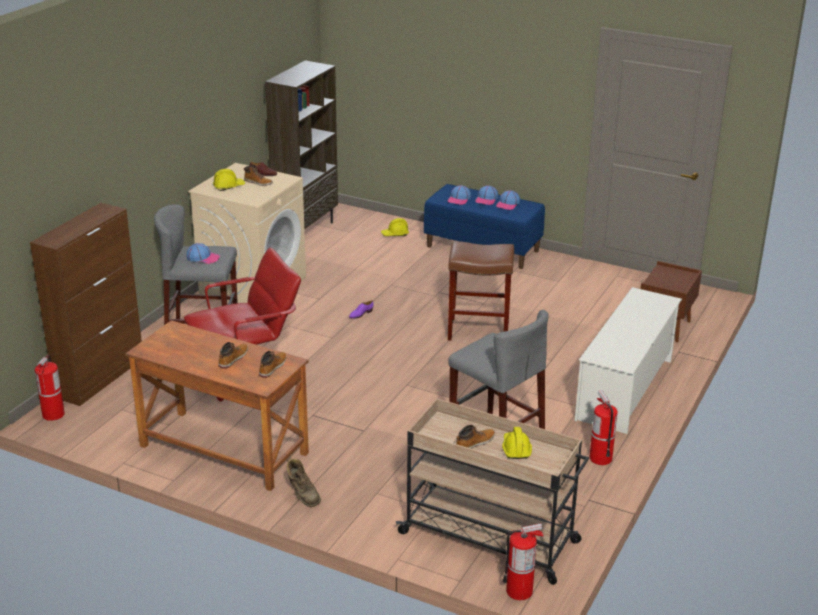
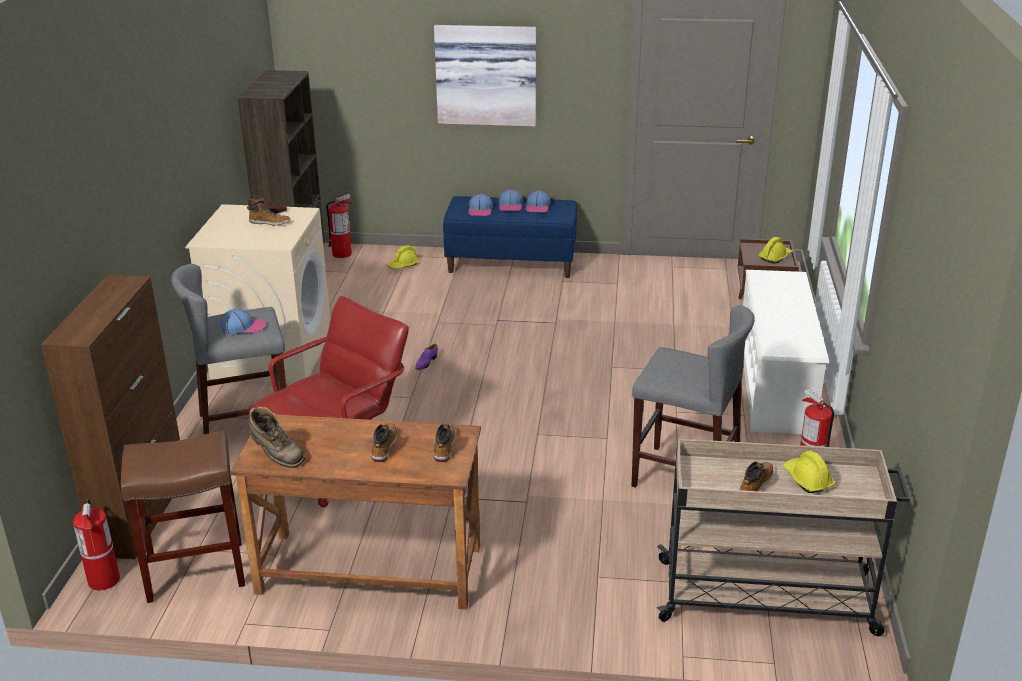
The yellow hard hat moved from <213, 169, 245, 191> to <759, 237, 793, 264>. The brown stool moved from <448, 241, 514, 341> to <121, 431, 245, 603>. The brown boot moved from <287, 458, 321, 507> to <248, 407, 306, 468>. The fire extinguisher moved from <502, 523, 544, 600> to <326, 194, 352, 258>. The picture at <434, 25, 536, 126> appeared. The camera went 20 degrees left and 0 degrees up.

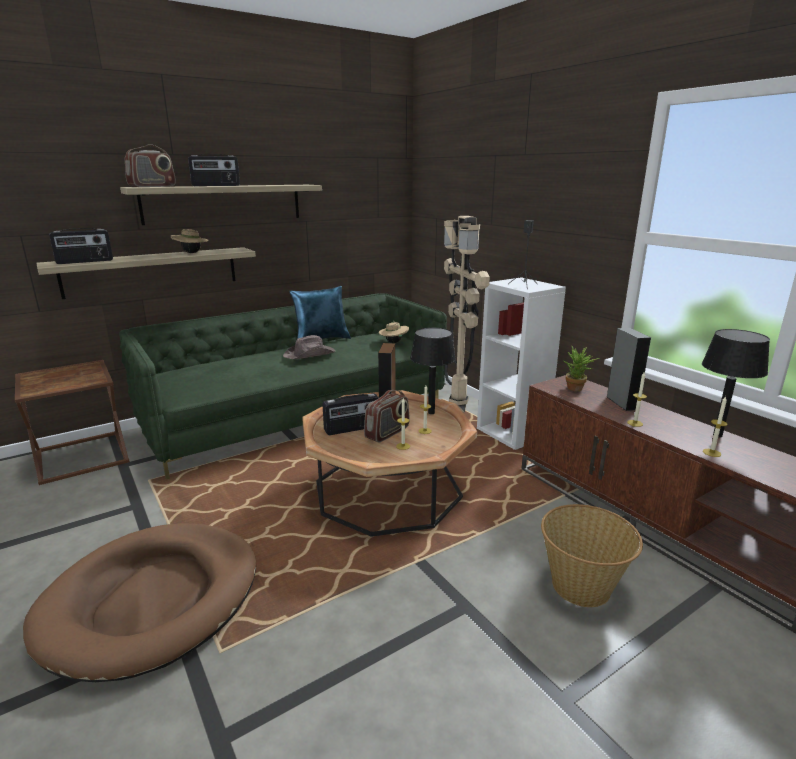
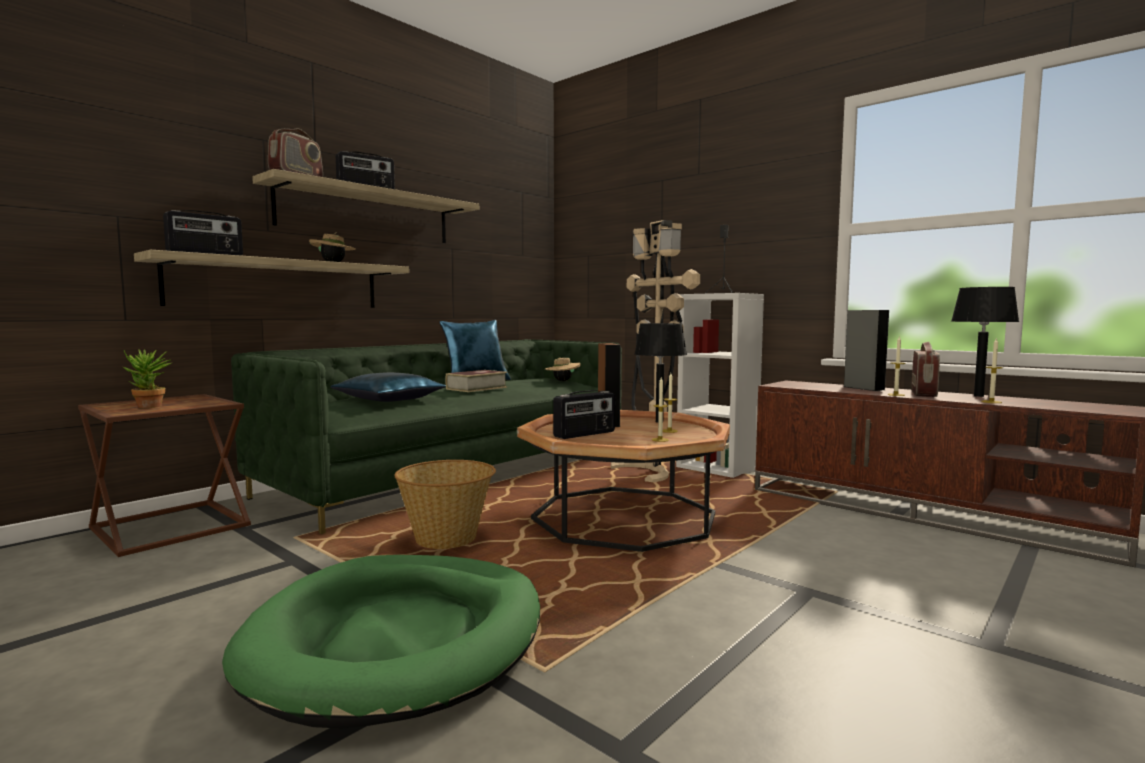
The brown hat at <283, 335, 335, 359> was replaced by the book at <445, 370, 507, 392>. The potted plant moved from <564, 346, 600, 391> to <123, 349, 173, 408>. The radio moved from <364, 390, 409, 443> to <911, 342, 940, 397>. The basket moved from <541, 504, 643, 607> to <394, 460, 496, 549>. The brown dog bed at <23, 523, 256, 682> became the green dog bed at <222, 555, 540, 729>. The blue pillow at <330, 372, 446, 402> appeared. The camera went 15 degrees left and 15 degrees down.

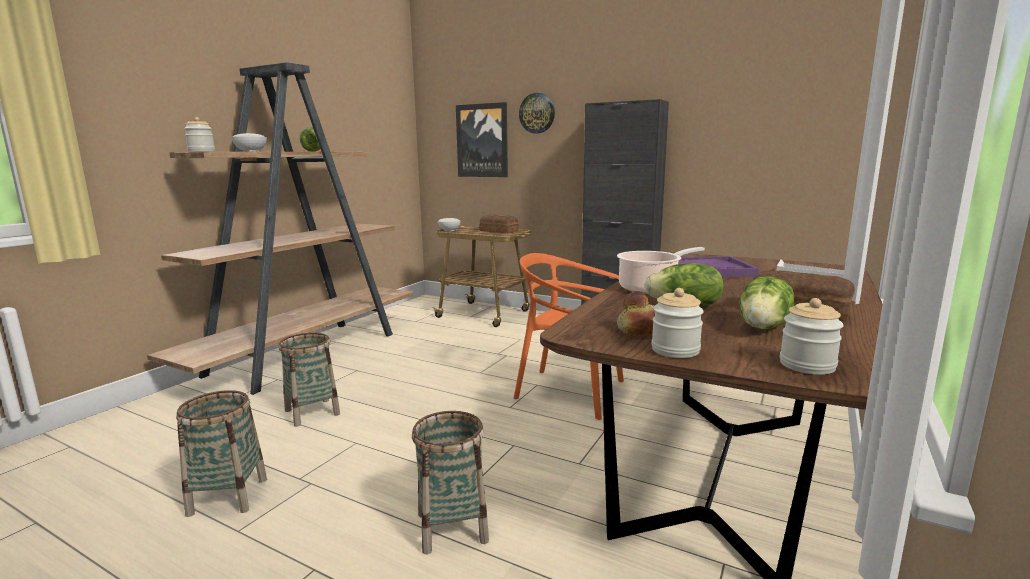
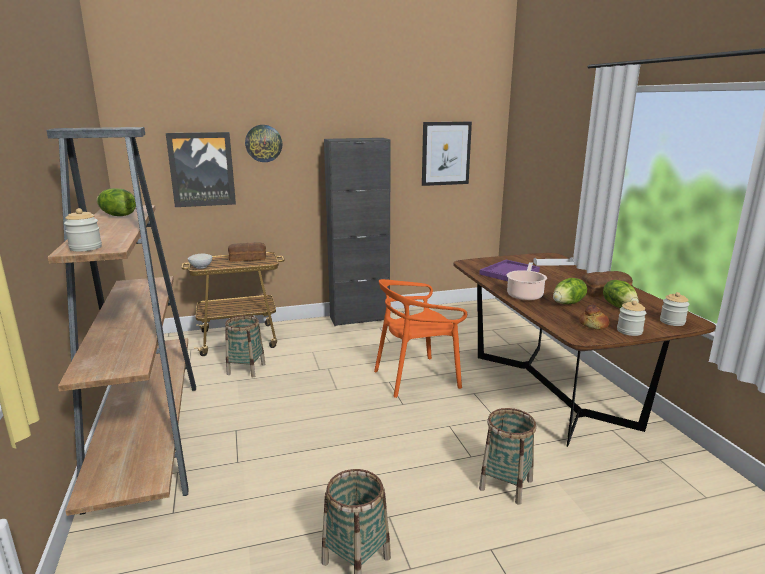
The white bowl at <231, 133, 267, 152> disappeared. The basket moved from <278, 333, 340, 427> to <225, 315, 266, 377>. The picture at <422, 122, 472, 186> appeared. The camera went 45 degrees left and 5 degrees up.

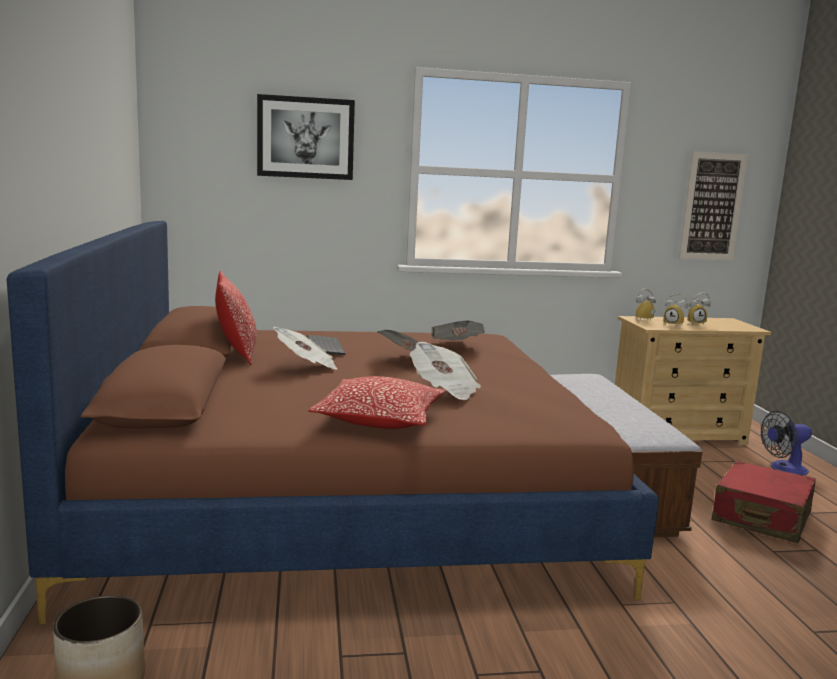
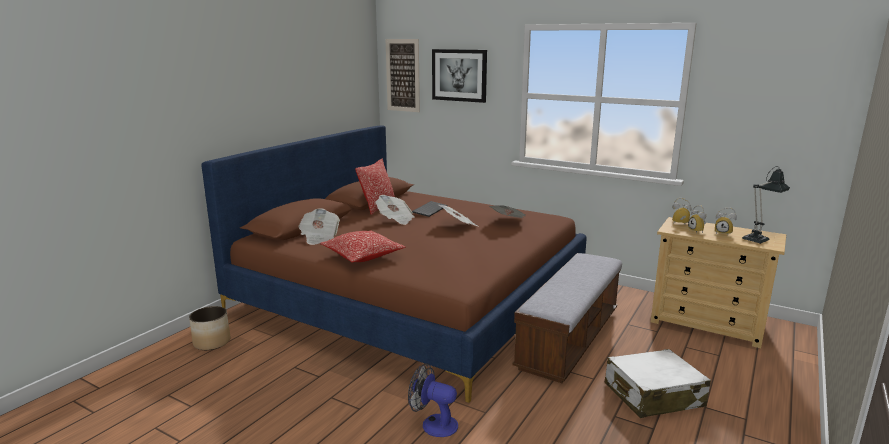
The picture moved from <679, 152, 748, 260> to <385, 39, 420, 112>. The newspaper moved from <410, 342, 481, 400> to <298, 208, 340, 245>. The fan moved from <761, 411, 812, 475> to <408, 363, 458, 437>. The red suitcase at <712, 461, 816, 543> became the white suitcase at <605, 349, 711, 418>. The table lamp at <742, 166, 790, 244> appeared. The camera went 40 degrees right and 5 degrees up.

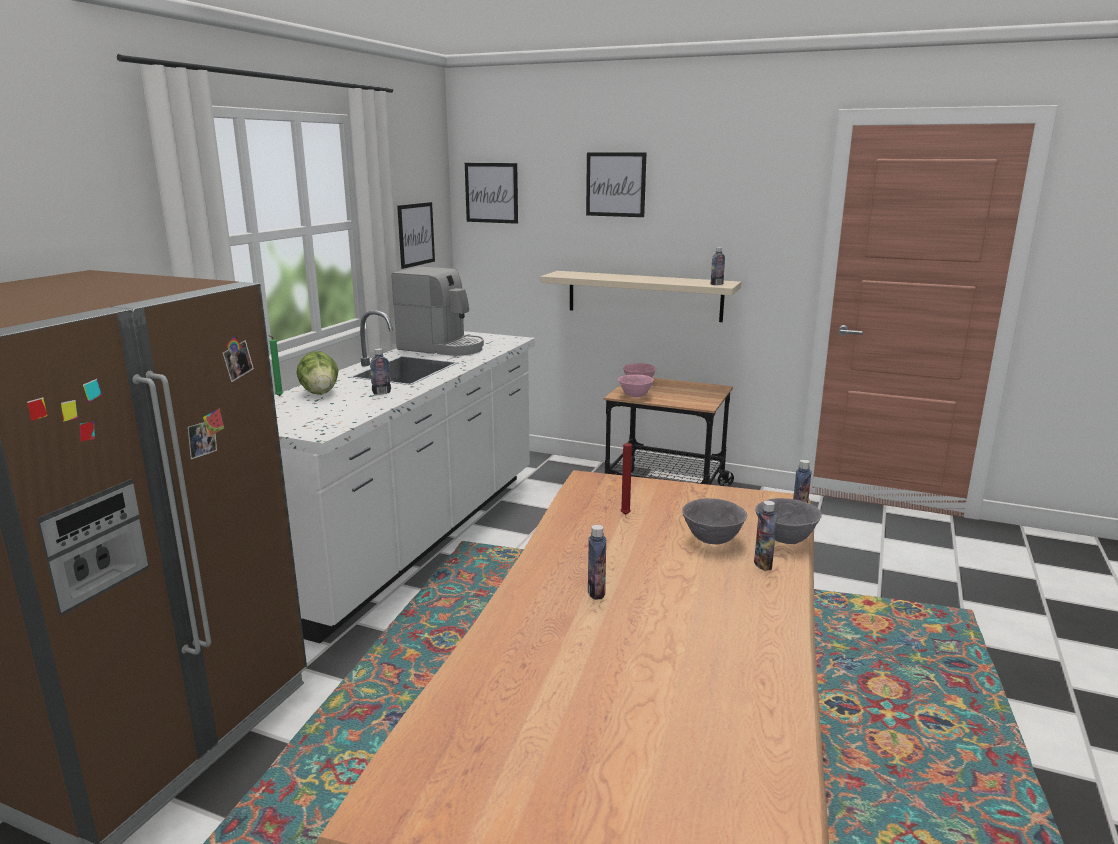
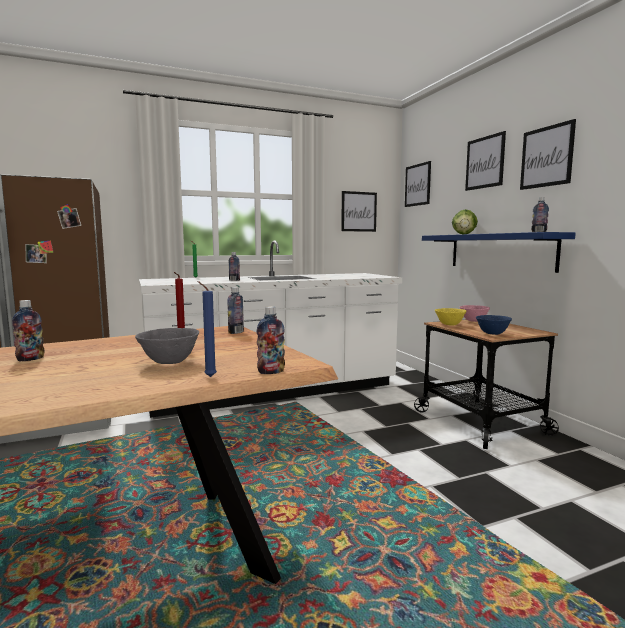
The coffee machine at <392, 267, 484, 356> disappeared. The beige shelf at <540, 271, 741, 322> became the blue shelf at <422, 232, 576, 273>. The lettuce moved from <296, 351, 339, 395> to <452, 209, 478, 234>. The pink bowl at <618, 375, 654, 397> became the yellow bowl at <435, 308, 466, 326>. The grey bowl at <755, 498, 822, 544> was replaced by the blue candle at <198, 281, 217, 377>. The bottle moved from <754, 500, 777, 571> to <227, 287, 244, 334>. The picture at <520, 119, 576, 190> appeared. The blue bowl at <476, 315, 512, 335> appeared. The camera went 45 degrees right and 10 degrees down.

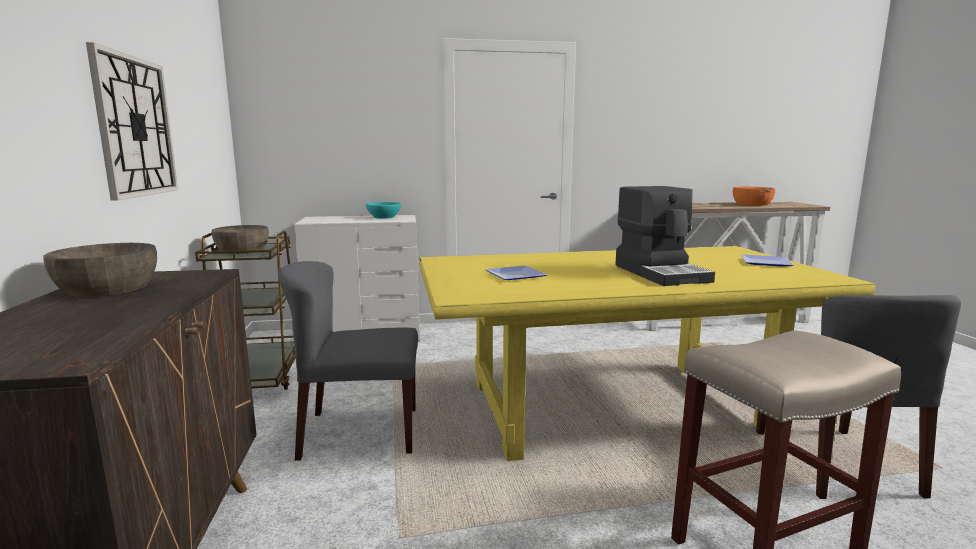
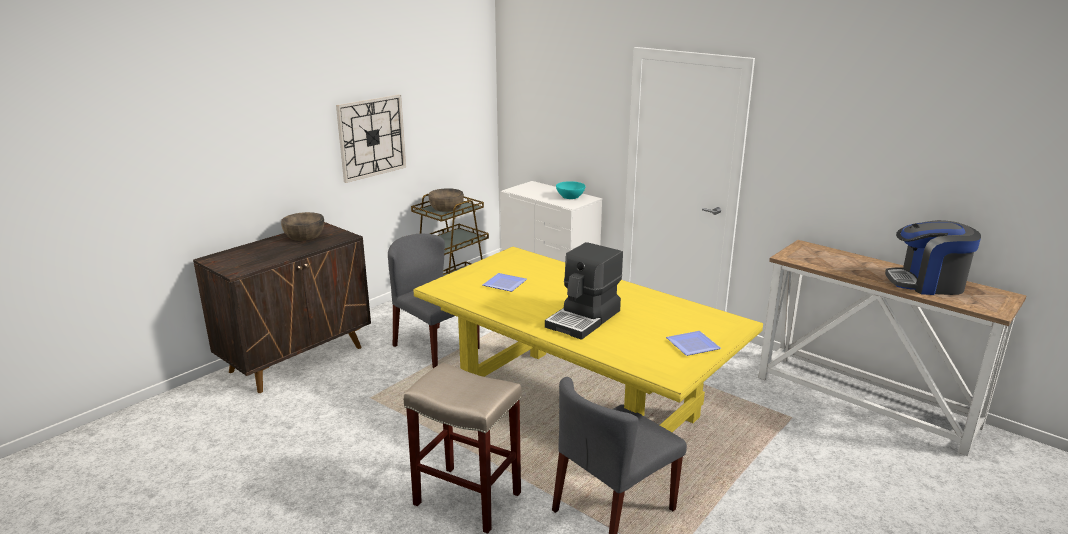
The orange bowl at <733, 187, 775, 206> was replaced by the coffee machine at <885, 220, 981, 295>. The camera went 50 degrees right and 10 degrees up.

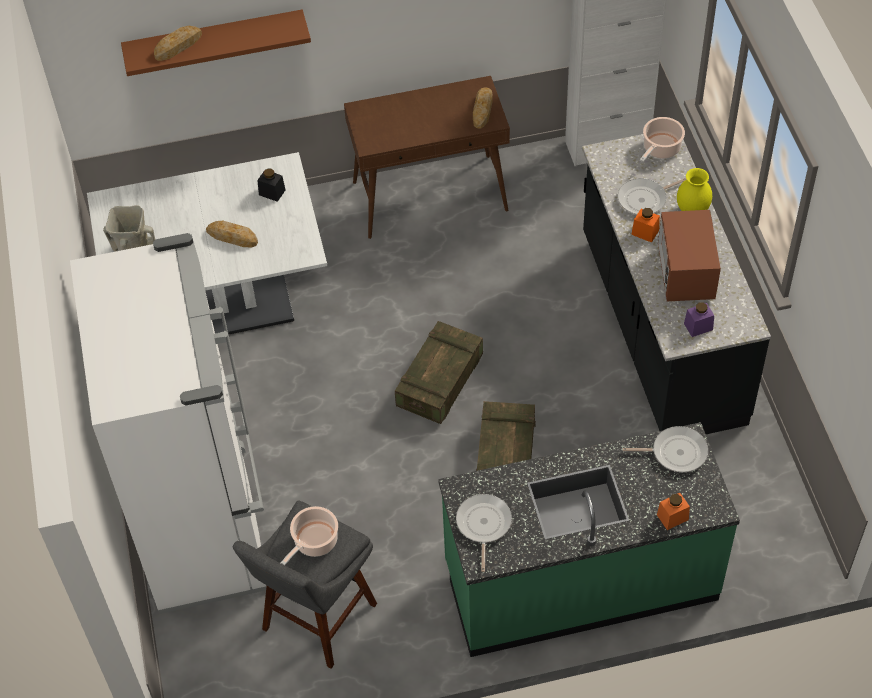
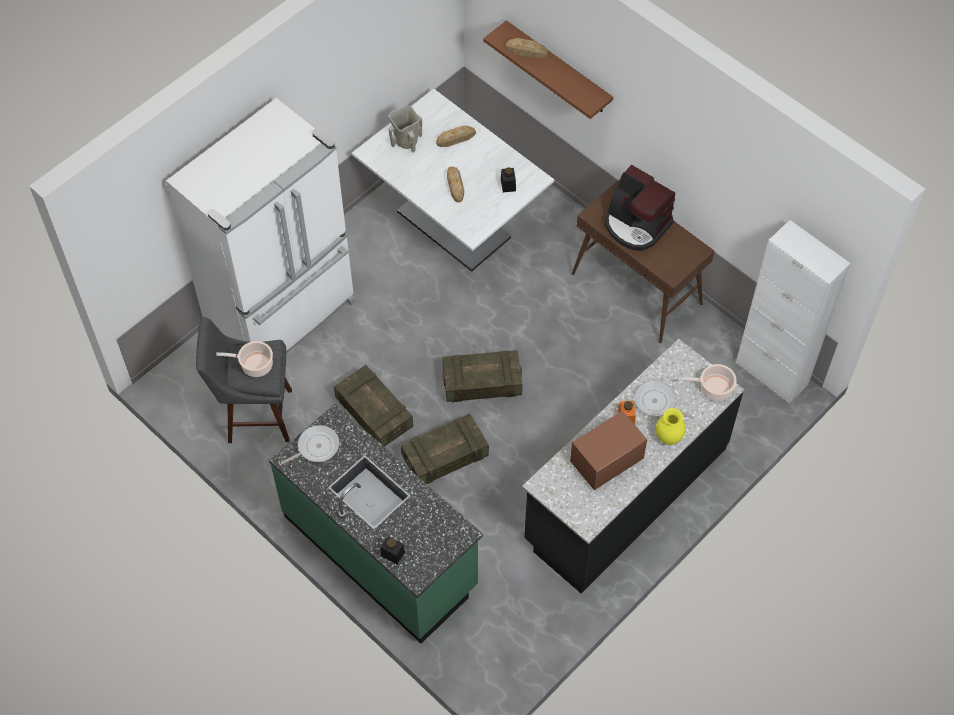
The bread moved from <473, 87, 493, 129> to <436, 126, 476, 147>. The purple jar at <684, 302, 714, 337> disappeared. The frying pan at <623, 426, 708, 472> disappeared. The orange jar at <657, 493, 690, 530> became the black jar at <381, 536, 405, 564>. The coffee machine at <605, 165, 675, 251> appeared. The crate at <334, 365, 413, 447> appeared. The camera went 55 degrees right and 5 degrees up.

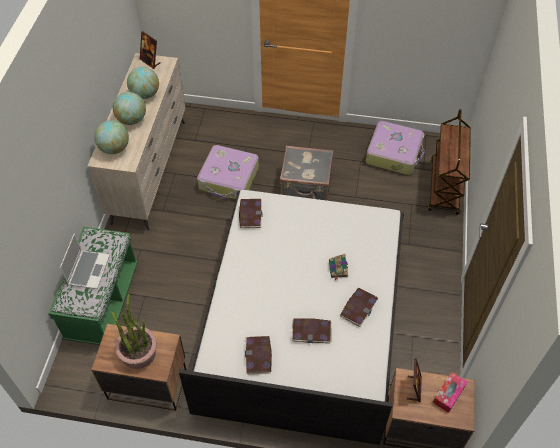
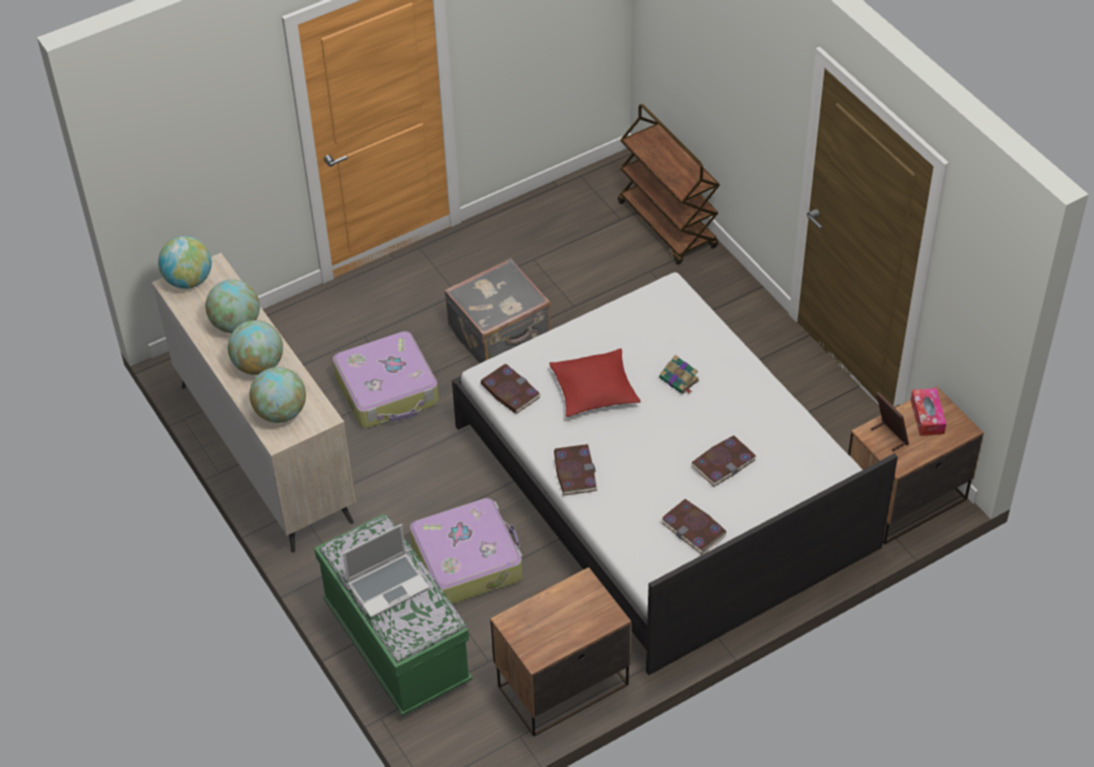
The picture frame at <140, 31, 161, 69> was replaced by the globe at <158, 236, 212, 289>. The suitcase moved from <366, 121, 425, 175> to <410, 498, 523, 604>. The laptop at <60, 233, 110, 289> turned 90 degrees clockwise. The book moved from <340, 287, 378, 327> to <554, 444, 598, 495>. The potted plant at <111, 294, 157, 369> disappeared. The red pillow at <549, 348, 641, 417> appeared. The camera went 40 degrees left and 5 degrees down.

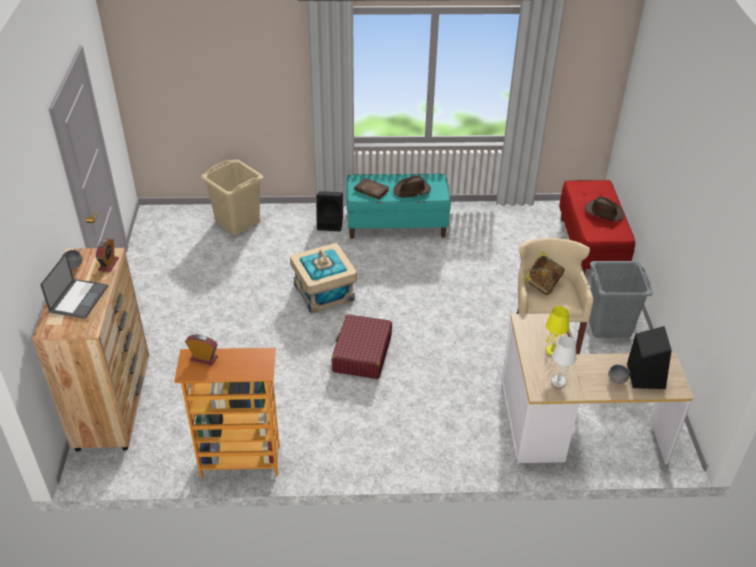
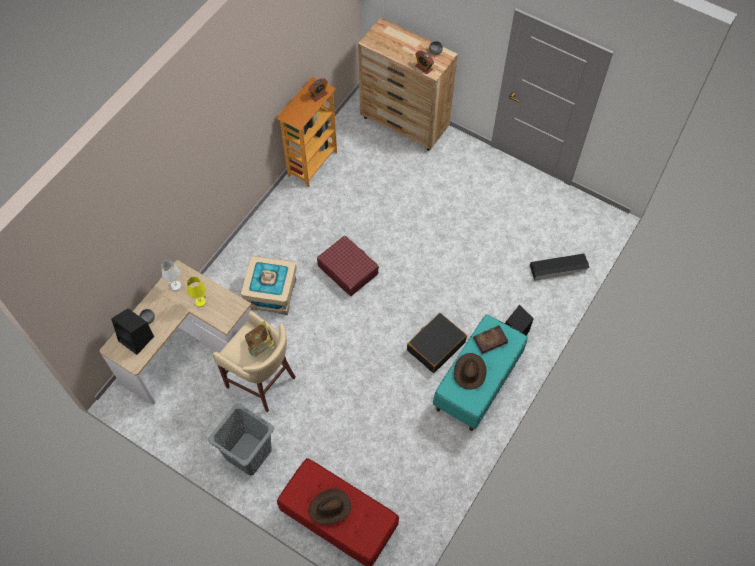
The beige laundry basket at <201, 159, 263, 235> was replaced by the black storage box at <530, 254, 590, 281>. The beige storage box moved from <290, 243, 357, 314> to <241, 256, 297, 315>. The laptop at <40, 253, 108, 319> disappeared. The black suitcase at <407, 313, 467, 373> appeared. The camera went 125 degrees right and 20 degrees up.

